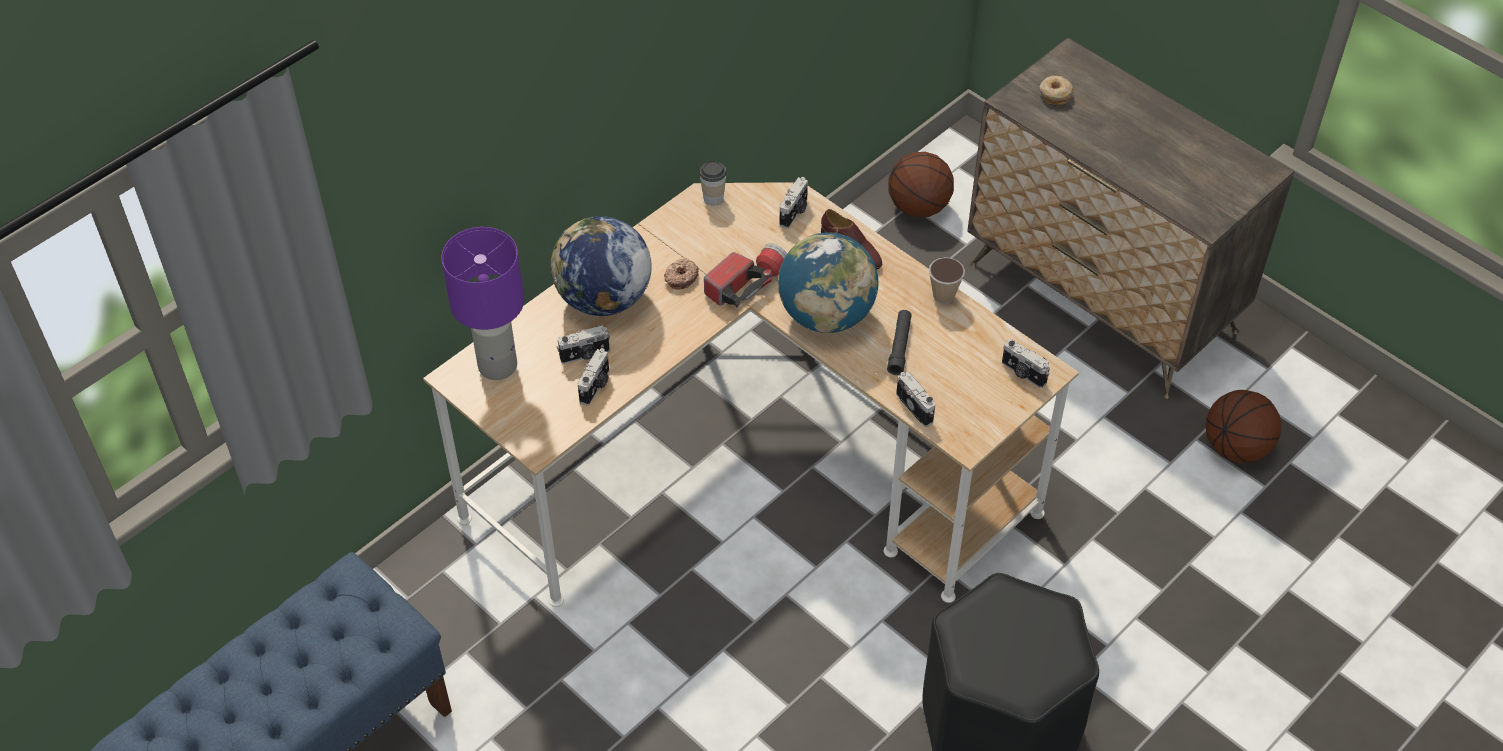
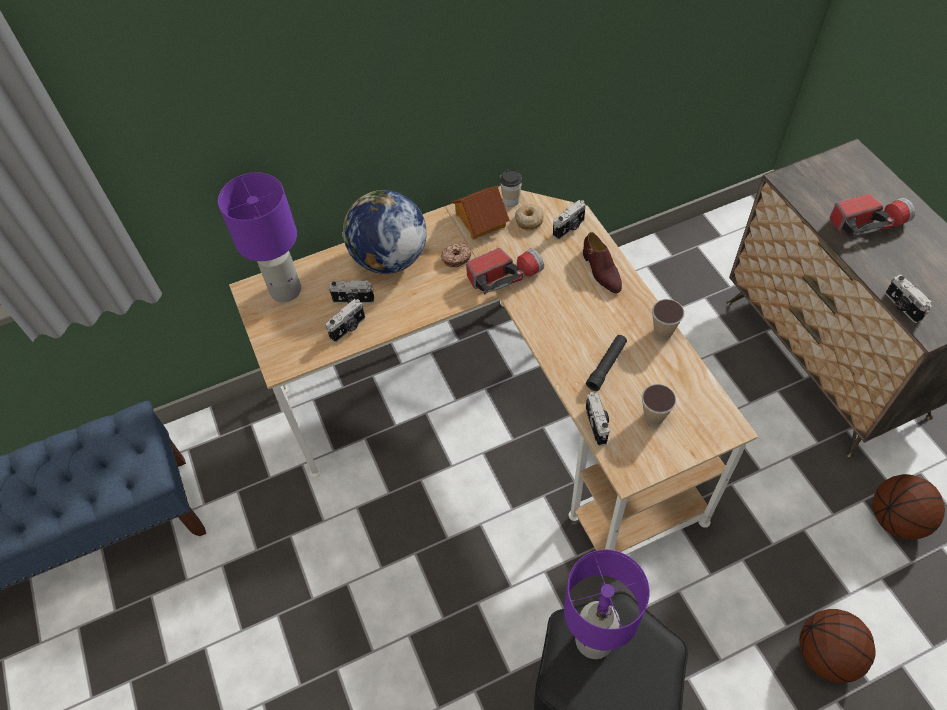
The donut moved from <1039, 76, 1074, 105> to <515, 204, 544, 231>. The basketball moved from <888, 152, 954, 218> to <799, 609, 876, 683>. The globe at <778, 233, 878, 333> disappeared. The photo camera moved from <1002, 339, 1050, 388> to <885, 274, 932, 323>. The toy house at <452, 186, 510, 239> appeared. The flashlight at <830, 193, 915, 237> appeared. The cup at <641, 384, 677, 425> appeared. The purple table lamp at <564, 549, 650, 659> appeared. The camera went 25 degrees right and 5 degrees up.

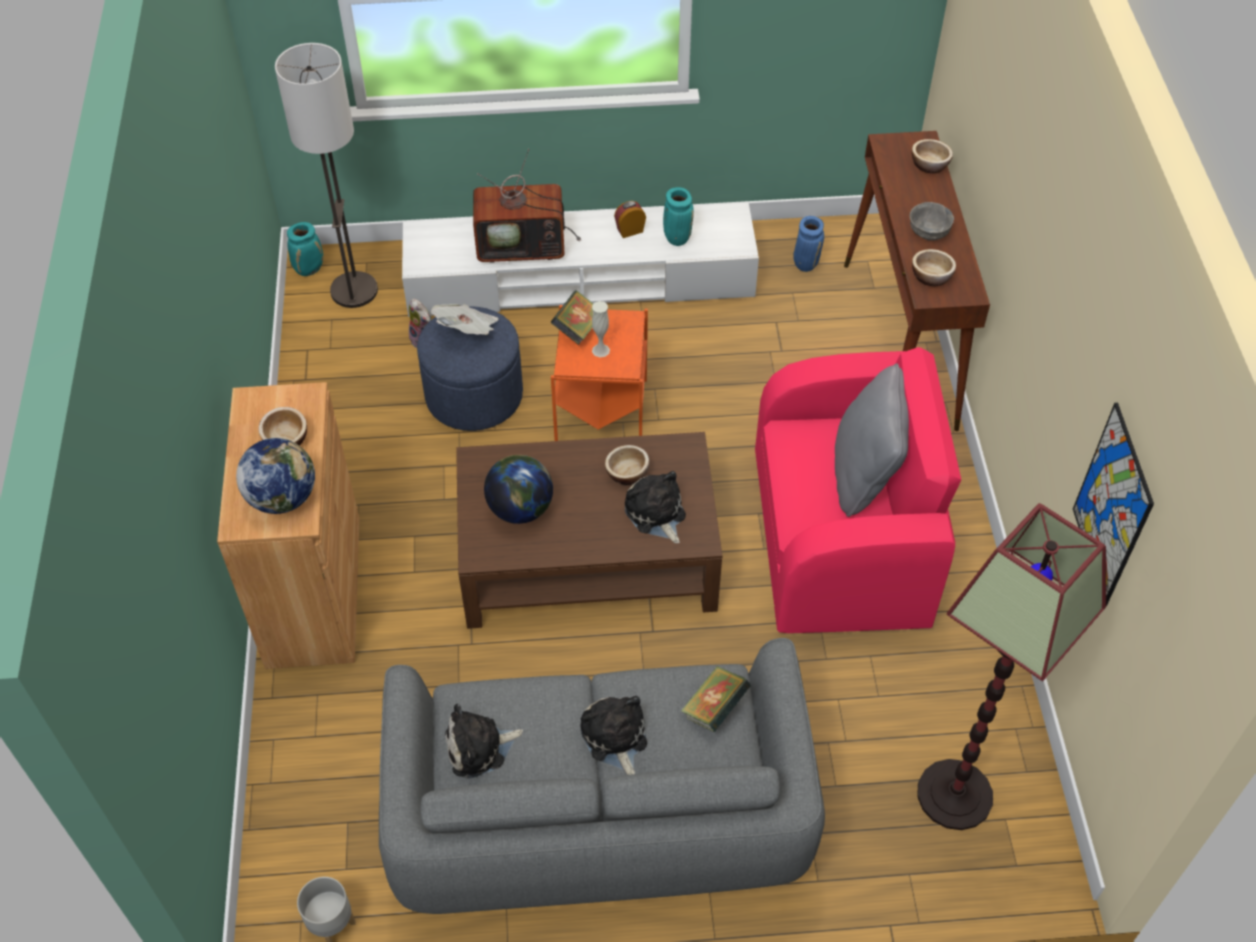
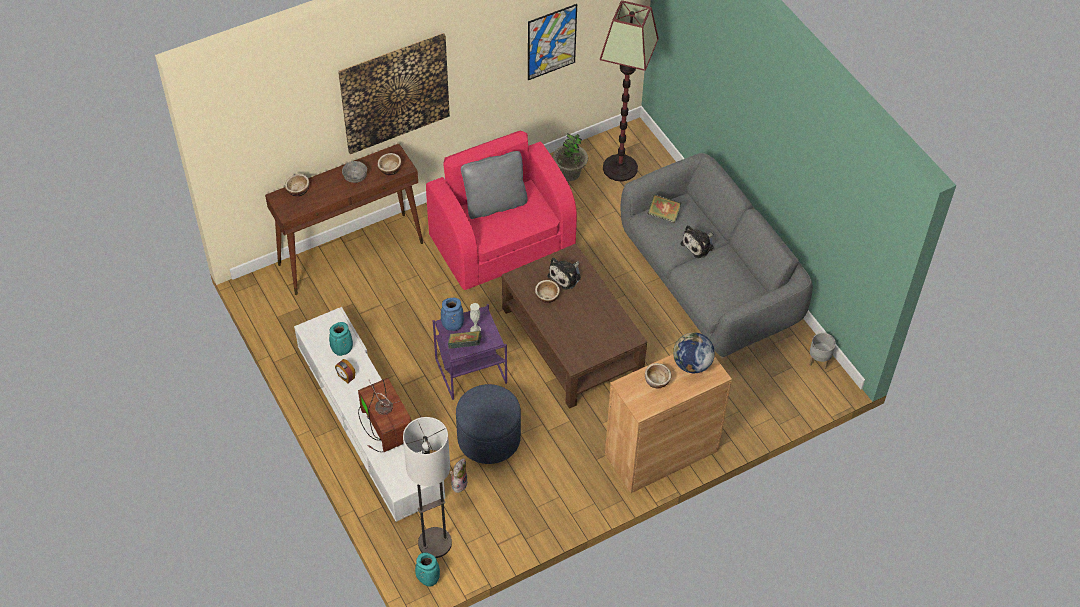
The blue vase moved from <793, 216, 824, 272> to <441, 298, 464, 331>. The newspaper at <431, 304, 499, 335> disappeared. The orange side table at <551, 305, 648, 441> became the purple side table at <433, 304, 507, 400>. The globe at <484, 455, 553, 524> disappeared. The plush toy at <445, 703, 523, 779> disappeared. The picture at <338, 33, 450, 154> appeared. The potted plant at <552, 133, 588, 181> appeared. The camera went 115 degrees left and 0 degrees up.

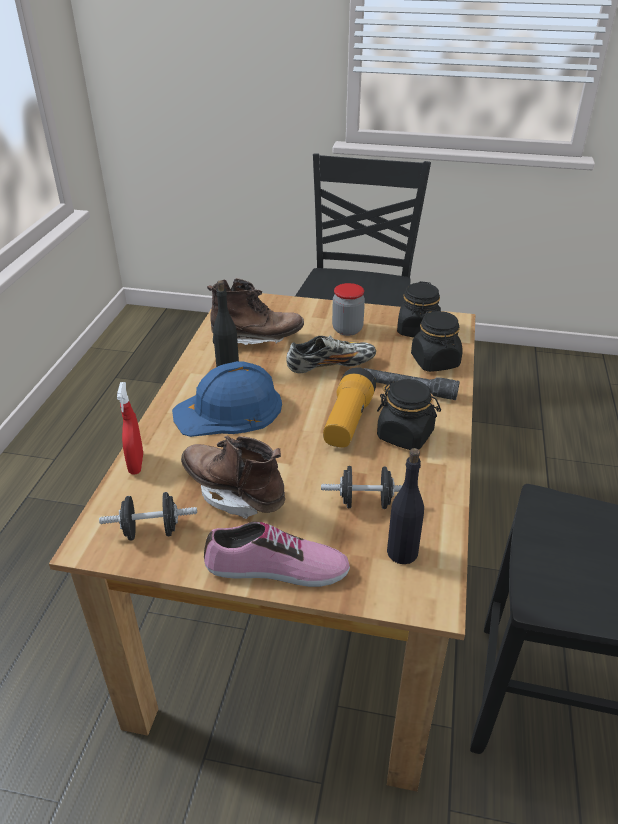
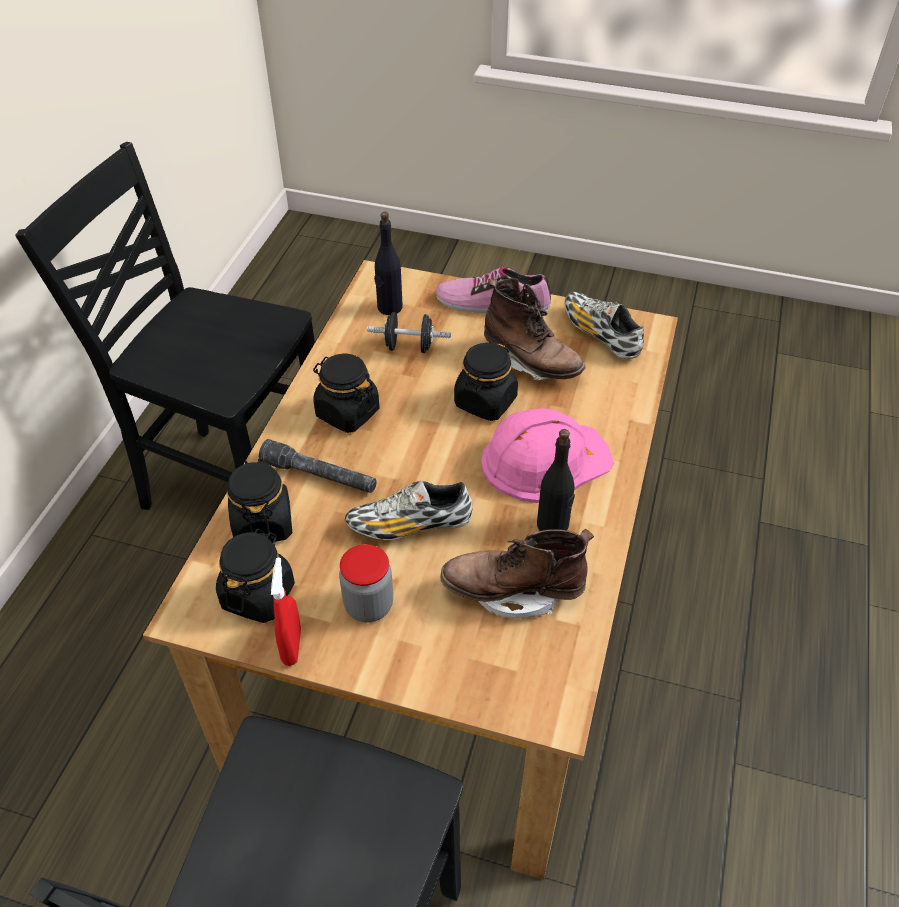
The blue hard hat at <172, 361, 282, 437> became the pink hard hat at <481, 408, 614, 503>. The flashlight at <323, 367, 376, 447> disappeared. The red spray bottle moved from <117, 382, 143, 474> to <271, 558, 301, 666>. The black dumbbell at <99, 492, 197, 541> was replaced by the shoe at <565, 292, 644, 359>. The black jar at <454, 340, 518, 421> appeared. The camera went 175 degrees left and 10 degrees up.

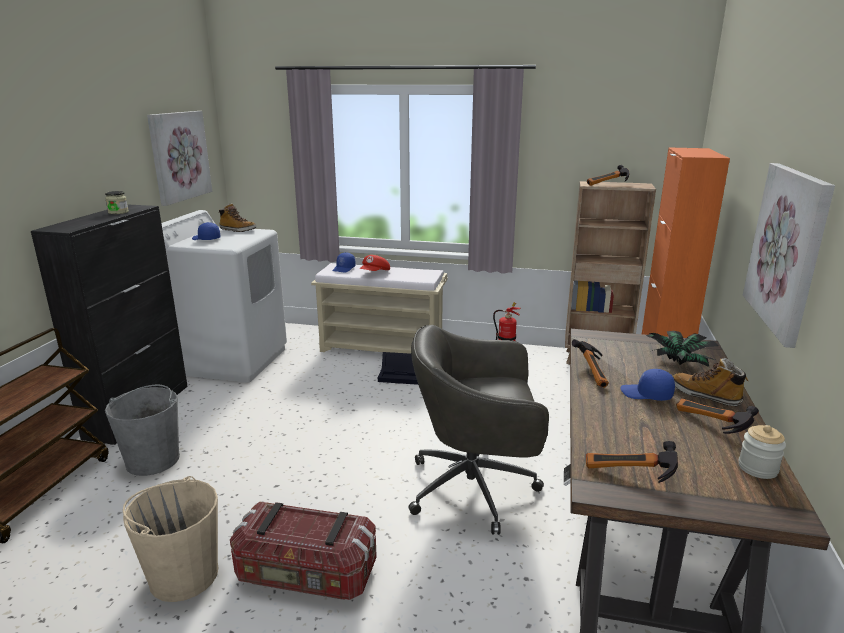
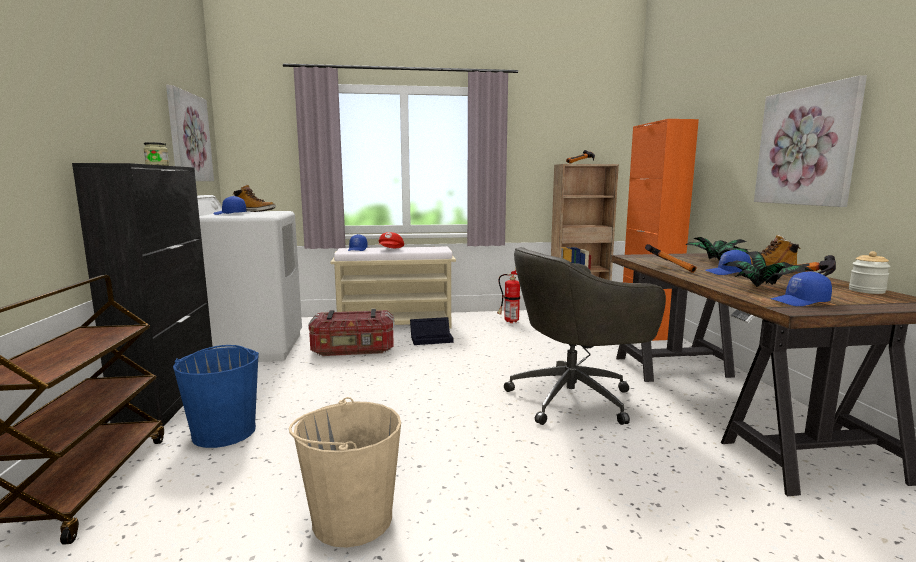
The grey bucket at <105, 384, 180, 476> became the blue bucket at <173, 345, 259, 448>. The hammer at <586, 441, 678, 483> was replaced by the blue cap at <771, 271, 832, 306>. The storage box moved from <230, 502, 377, 600> to <308, 309, 395, 356>. The potted plant at <724, 251, 813, 287> appeared. The camera went 20 degrees left and 10 degrees down.

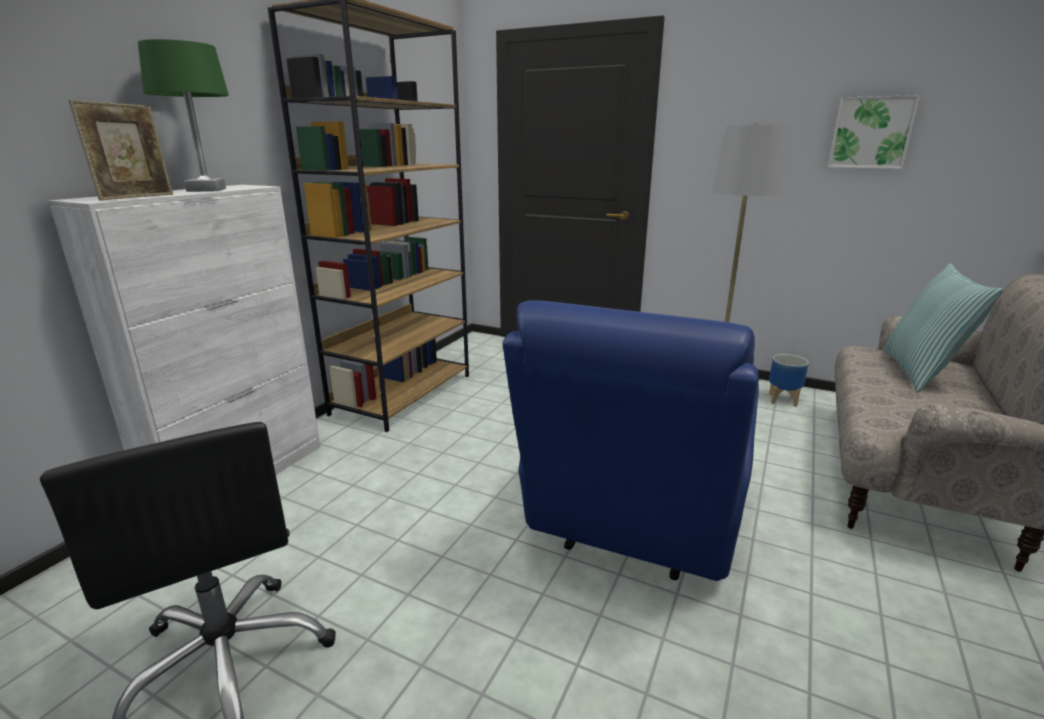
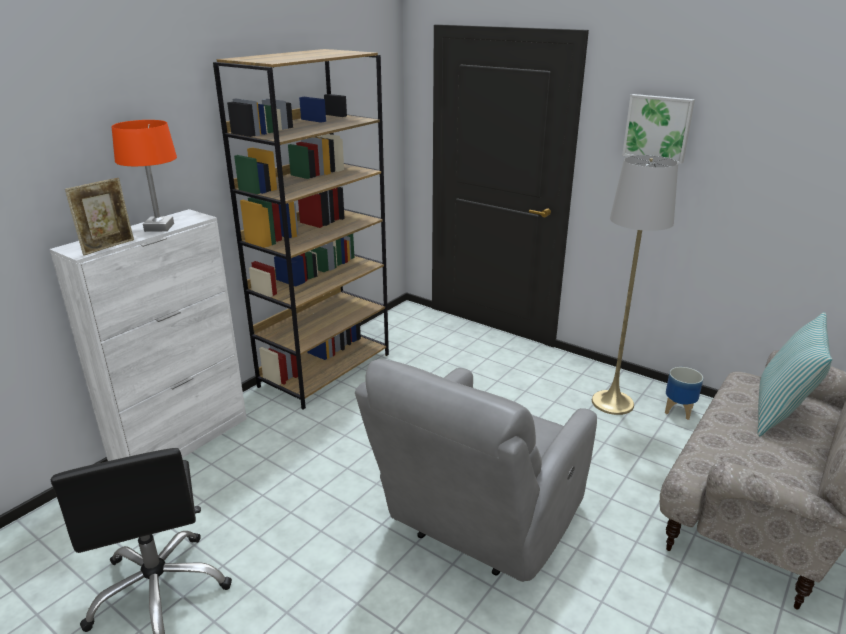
The green table lamp at <138, 39, 229, 192> became the orange table lamp at <112, 120, 177, 232>. The picture moved from <828, 95, 920, 169> to <622, 94, 695, 164>. The blue armchair at <502, 300, 759, 581> became the grey armchair at <355, 359, 597, 582>. The camera went 10 degrees right and 5 degrees up.

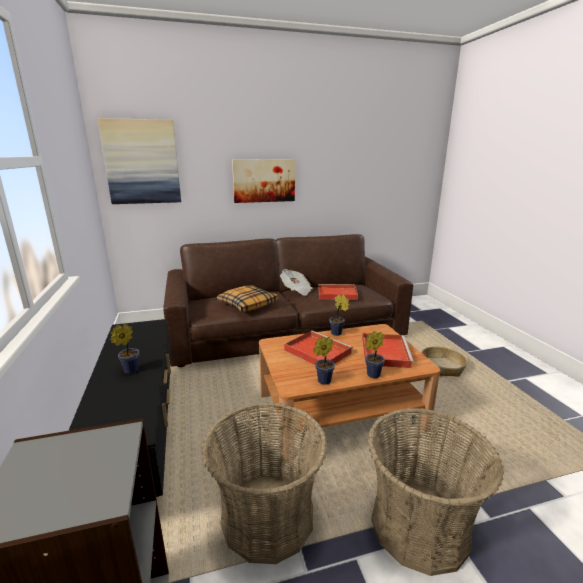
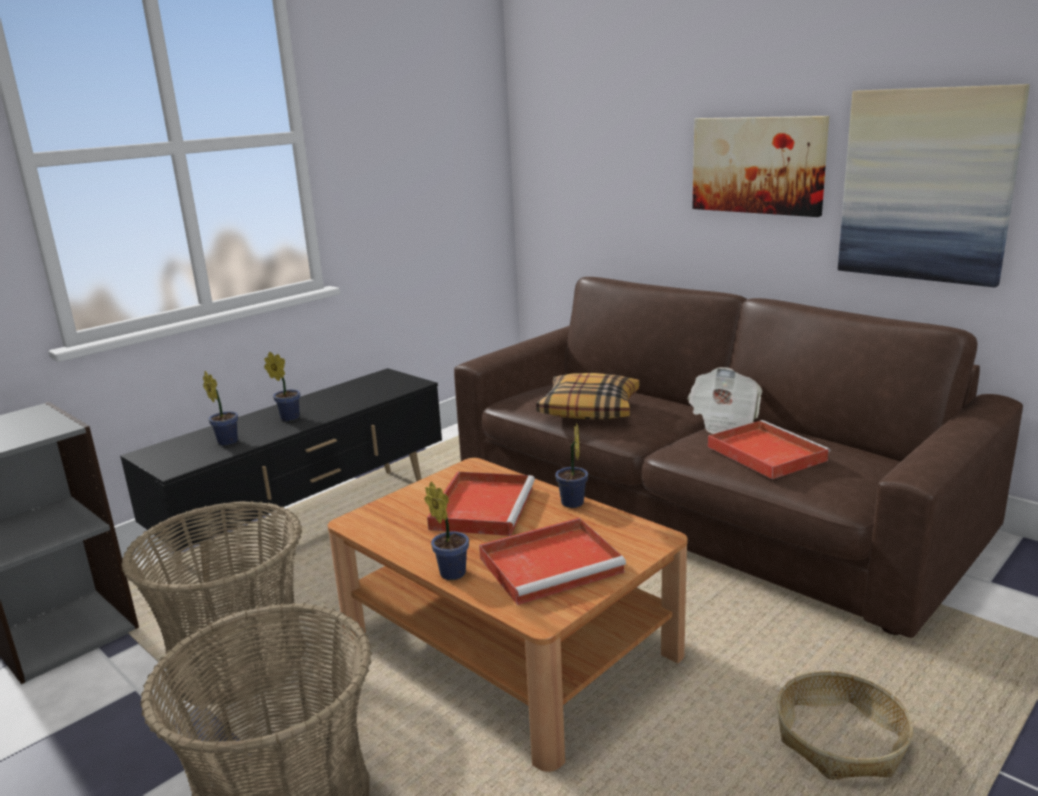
The picture moved from <98, 118, 181, 204> to <838, 84, 1030, 287>. The potted plant moved from <313, 337, 335, 385> to <203, 371, 238, 446>. The camera went 60 degrees right and 0 degrees up.

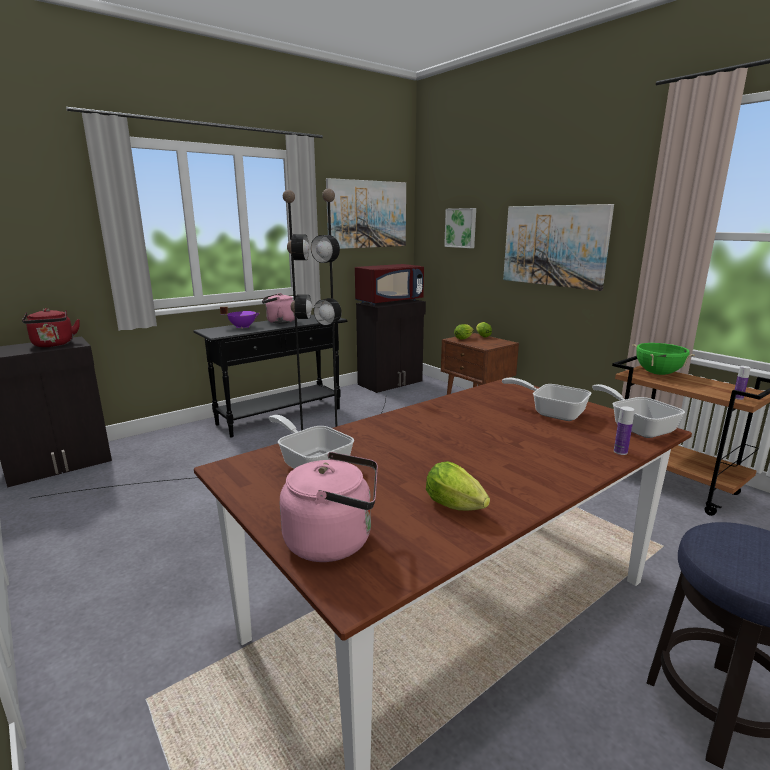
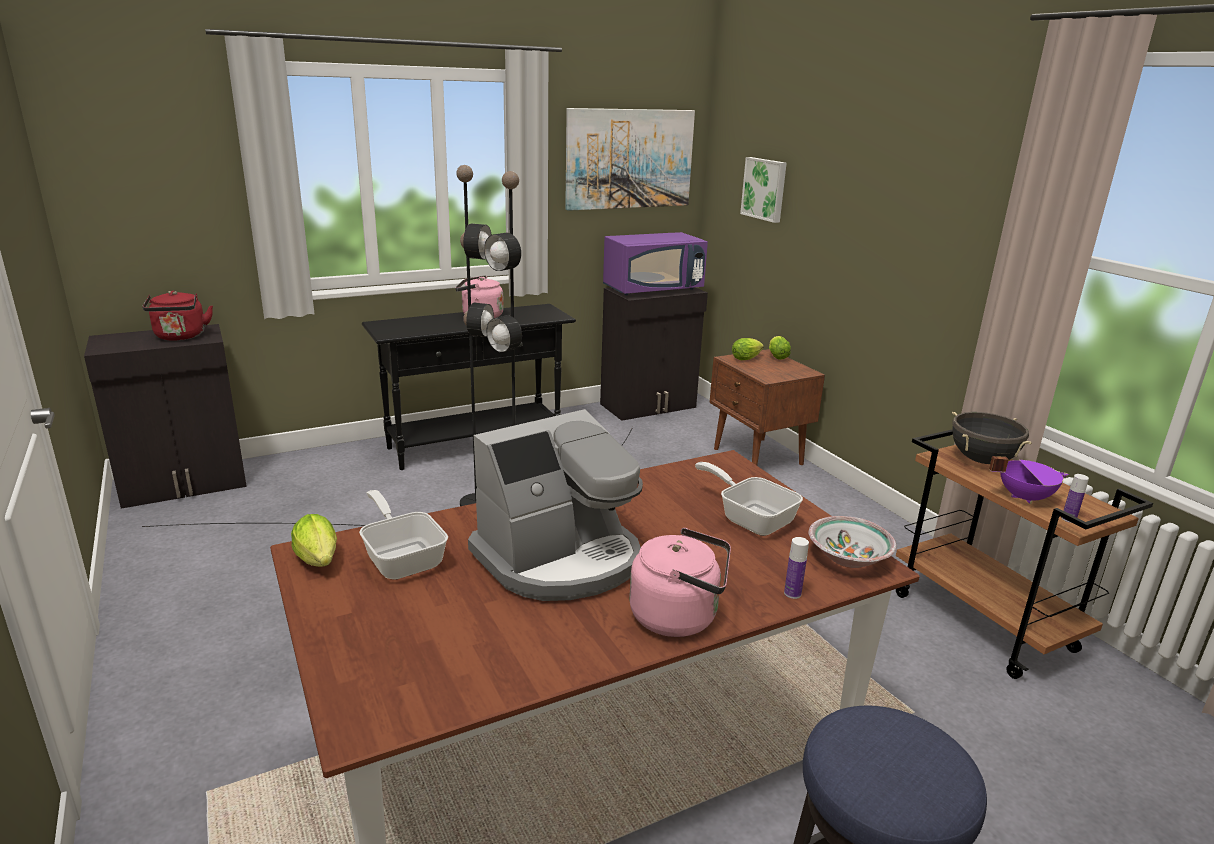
The picture at <503, 204, 614, 291> disappeared. The red microwave at <355, 264, 424, 305> became the purple microwave at <603, 232, 708, 295>. The purple cooking pot moved from <220, 307, 260, 329> to <989, 456, 1069, 504>. The green cooking pot at <632, 343, 695, 375> became the black cooking pot at <952, 412, 1032, 464>. The frying pan at <592, 384, 685, 438> was replaced by the bowl at <808, 516, 897, 568>. The pink kettle moved from <280, 452, 378, 562> to <629, 528, 731, 637>. The lettuce moved from <426, 461, 490, 511> to <291, 514, 337, 567>. The coffee machine at <468, 409, 643, 601> appeared. The camera went 10 degrees right and 5 degrees up.

